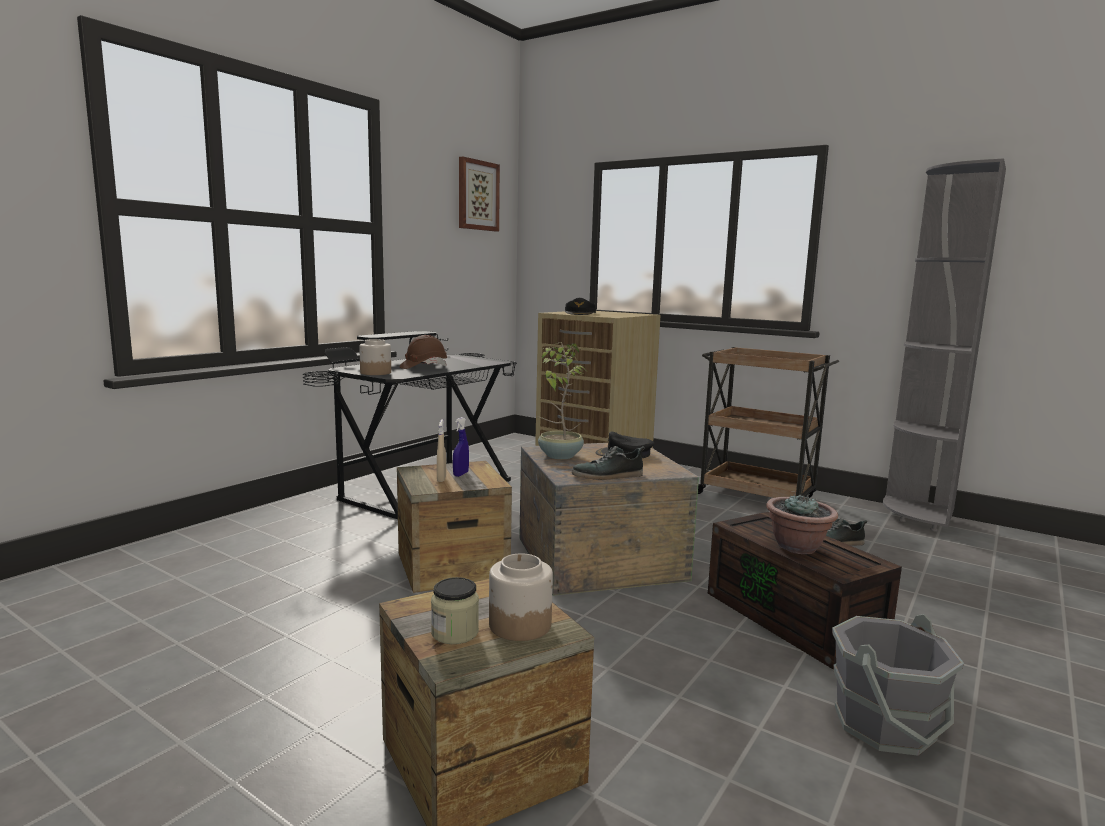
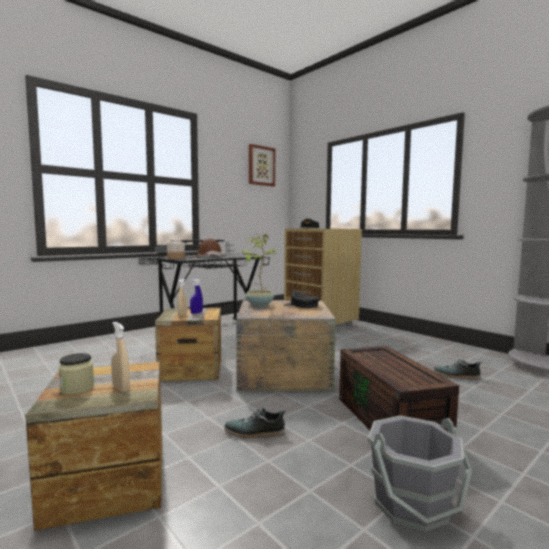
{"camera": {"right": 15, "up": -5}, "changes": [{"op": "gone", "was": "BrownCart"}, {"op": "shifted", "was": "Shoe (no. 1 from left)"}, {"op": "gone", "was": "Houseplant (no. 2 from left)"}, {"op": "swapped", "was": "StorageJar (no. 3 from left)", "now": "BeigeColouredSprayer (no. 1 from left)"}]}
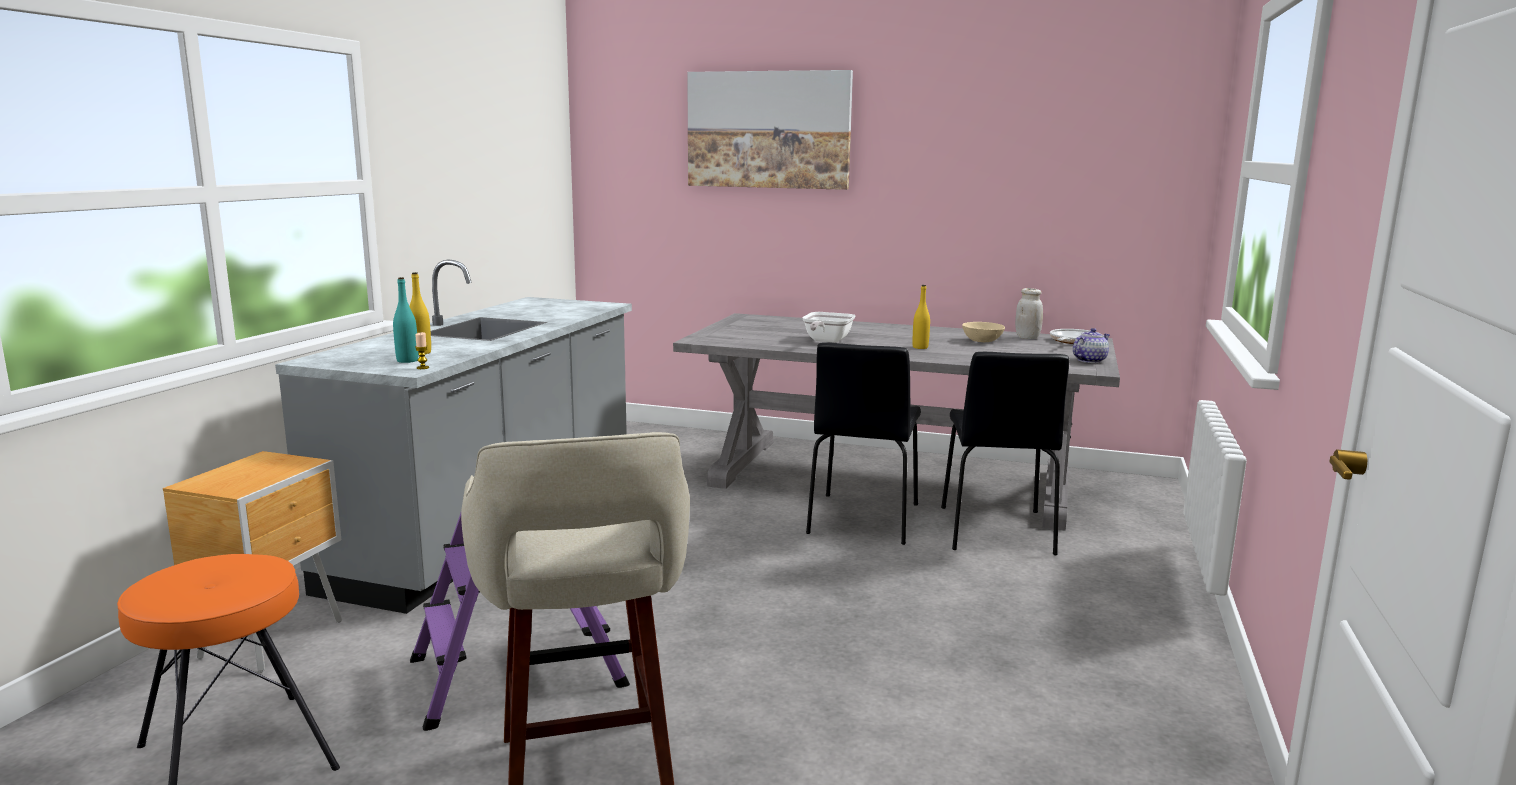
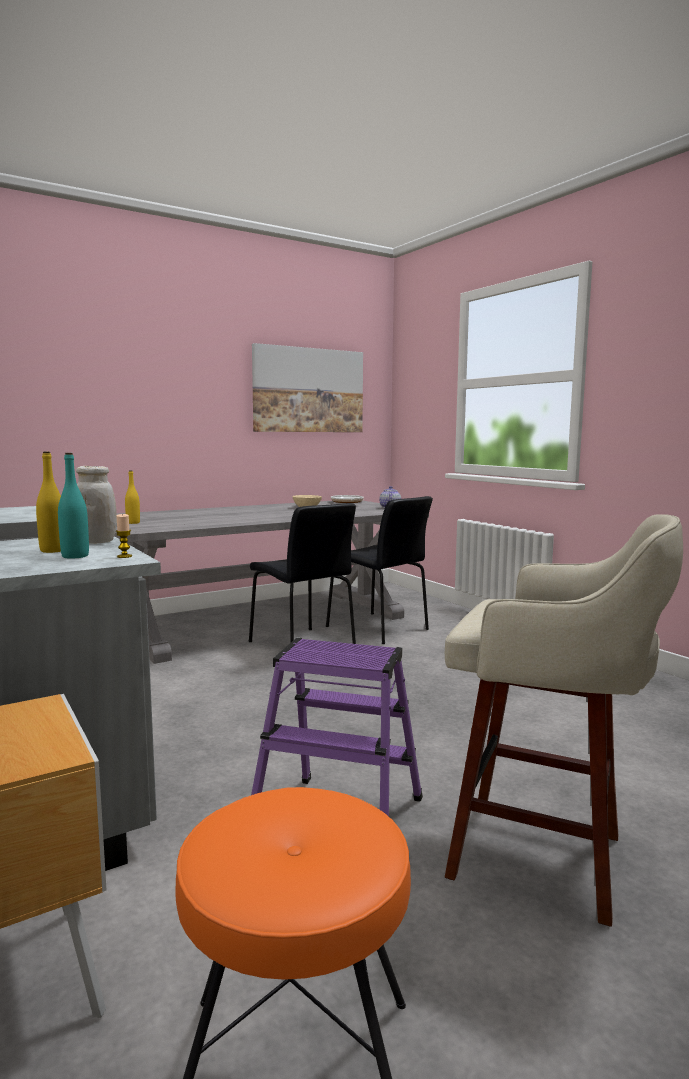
{"camera": {"right": -50, "up": -5}, "changes": [{"op": "shifted", "was": "Picture"}, {"op": "shifted", "was": "YellowBottle (no. 2 from left)"}, {"op": "shifted", "was": "WhitishStorageJar"}, {"op": "gone", "was": "FryingPan (no. 1 from left)"}]}
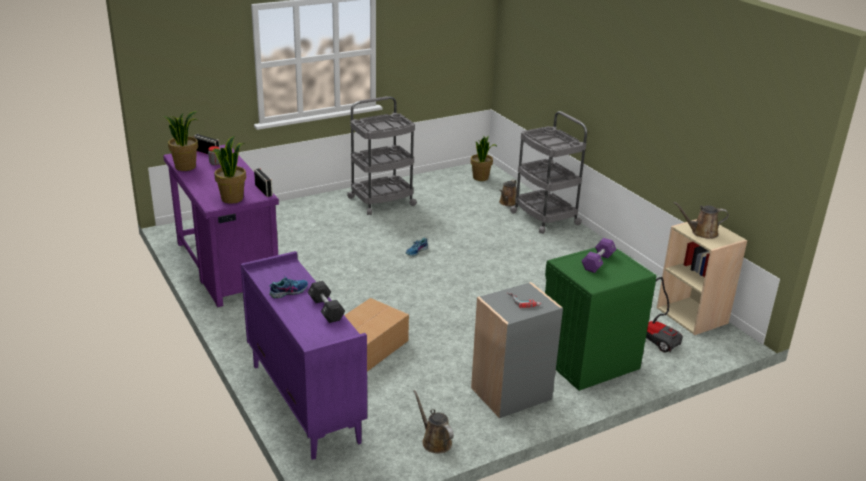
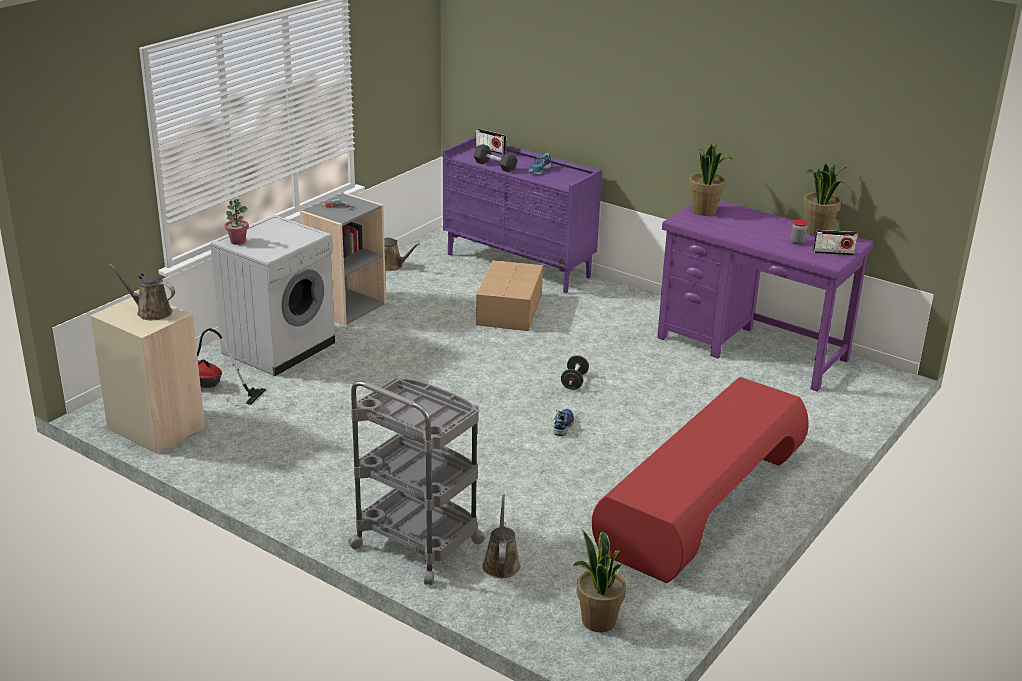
{"camera": {"right": 155, "up": 0}, "changes": [{"op": "swapped", "was": "GreyishCart (no. 1 from left)", "now": "ReddishBench"}, {"op": "shifted", "was": "Radio (no. 2 from left in the first image)", "now": "Radio (no. 1 from left)"}, {"op": "rotated", "was": "BrownWateringCan (no. 3 from left in the first image)", "clockwise": -135}, {"op": "gone", "was": "PurpleColouredHandWeight"}, {"op": "repainted", "was": "GreenishLaundryMachine", "now": "WhitishLaundryMachine"}, {"op": "new", "now": "Houseplant (no. 1 from left)"}, {"op": "new", "now": "BlackColouredHandWeight (no. 2 from left)"}]}
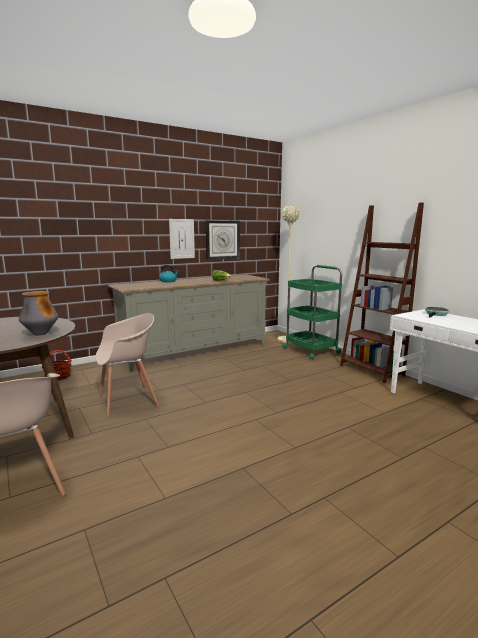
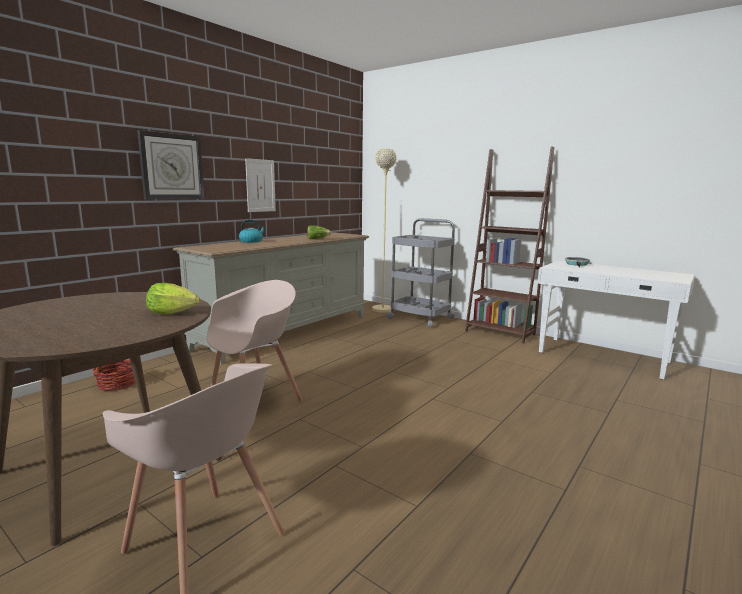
{"camera": {"right": -20, "up": 0}, "changes": [{"op": "shifted", "was": "HangingClock"}, {"op": "repainted", "was": "GreenishCart", "now": "GreyishCart"}, {"op": "swapped", "was": "DecorativeVase", "now": "LettuceHead (no. 1 from left)"}]}
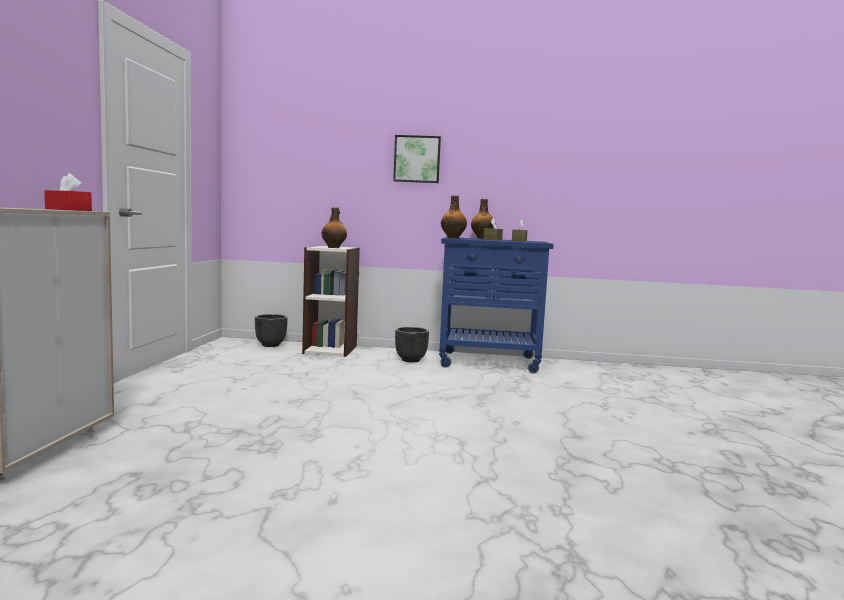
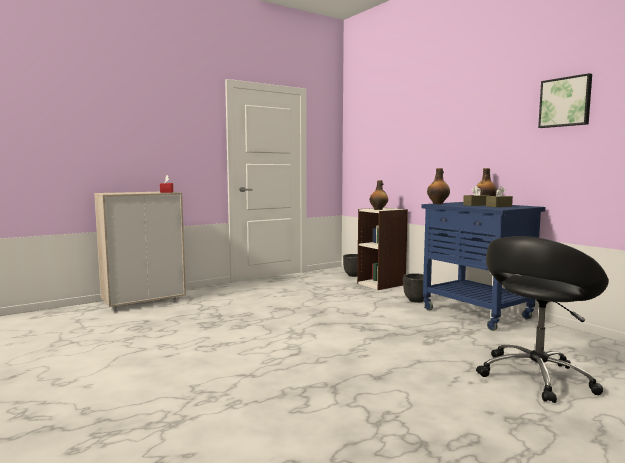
{"camera": {"right": 50, "up": 0}, "changes": [{"op": "shifted", "was": "Picture"}, {"op": "new", "now": "BlackColouredDeskChair"}]}
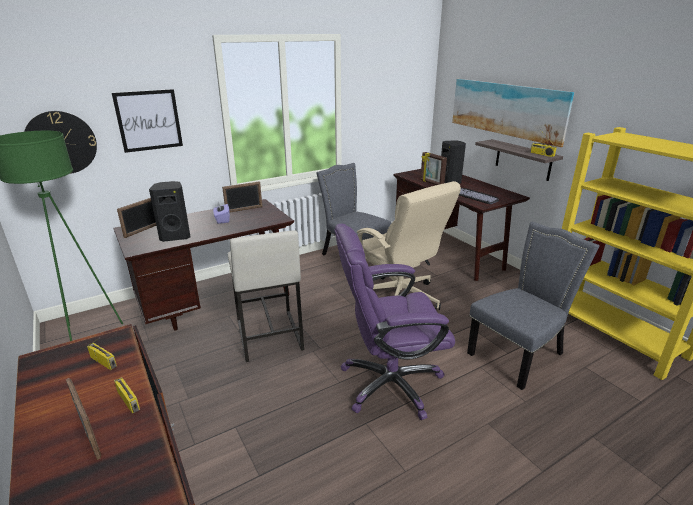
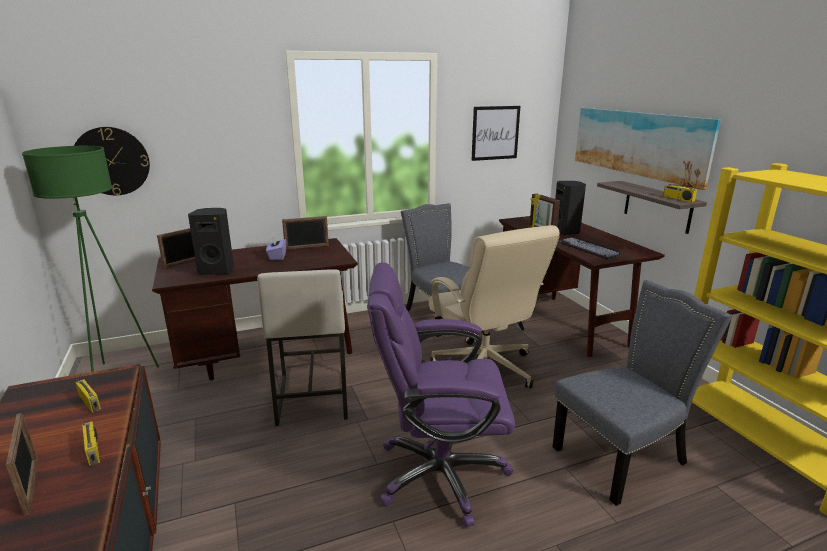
{"camera": {"right": 10, "up": -5}, "changes": [{"op": "shifted", "was": "Picture (no. 1 from left)"}]}
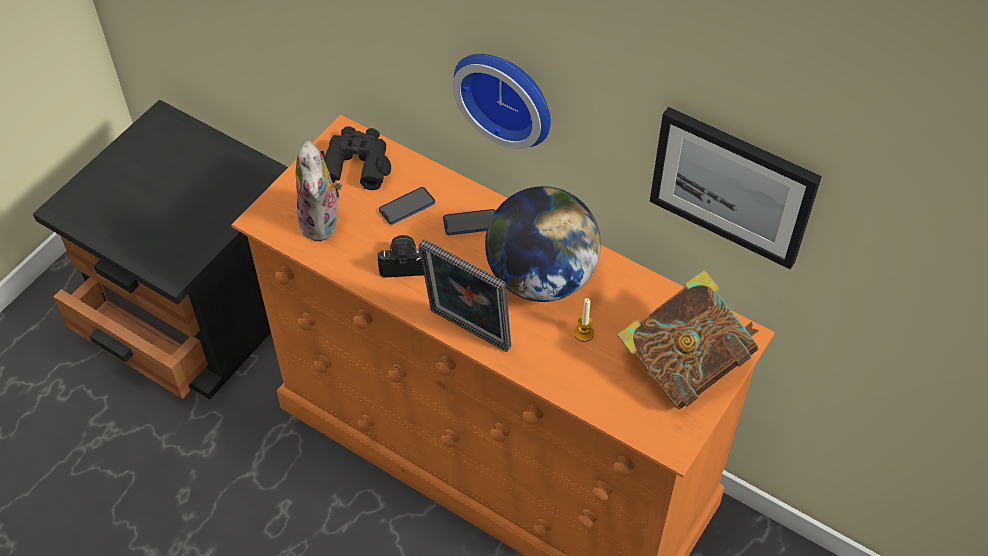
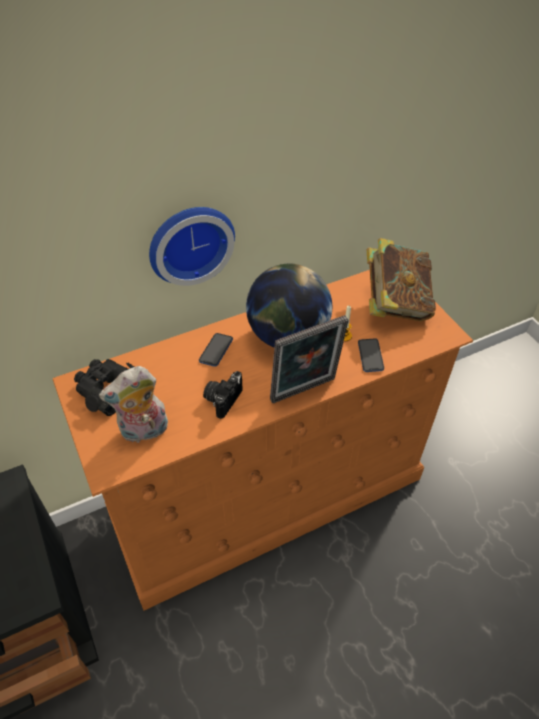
{"camera": {"right": -60, "up": -5}, "changes": [{"op": "gone", "was": "Picture"}, {"op": "rotated", "was": "SoftToy", "clockwise": 135}, {"op": "shifted", "was": "Phone (no. 1 from left in the first image)", "now": "Phone (no. 2 from left)"}]}
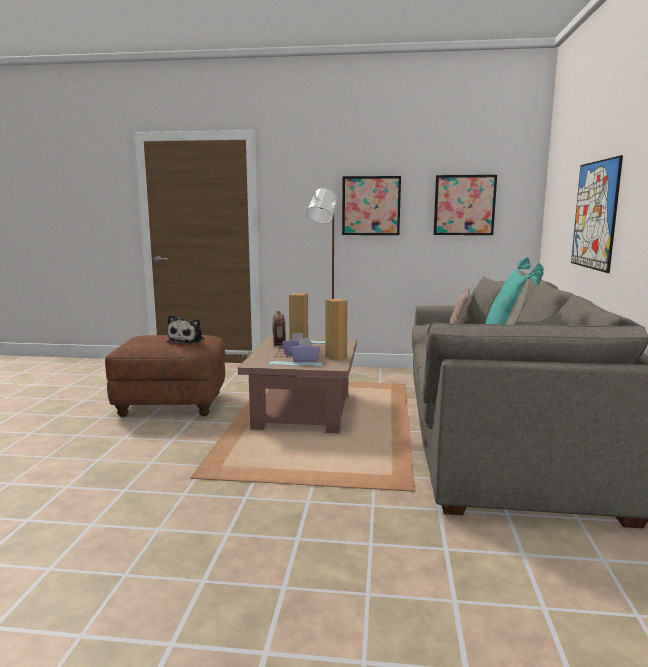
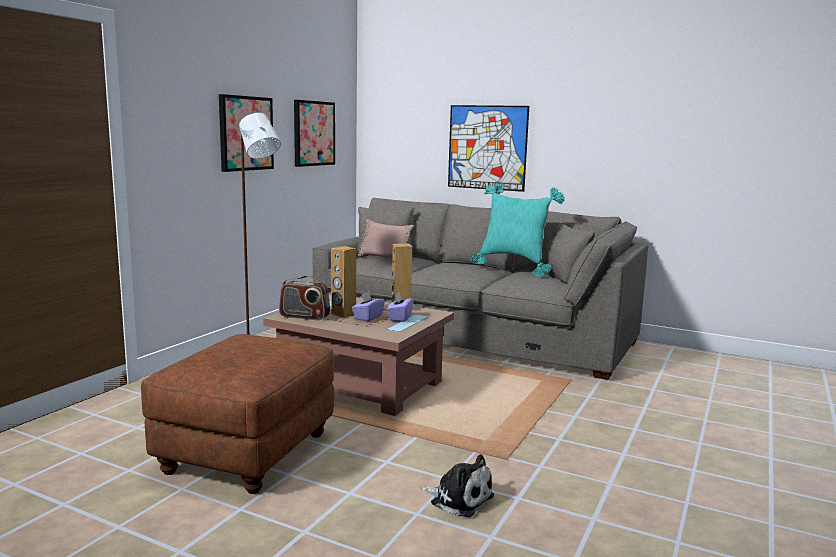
{"camera": {"right": -70, "up": 0}, "changes": [{"op": "shifted", "was": "SoftToy"}]}
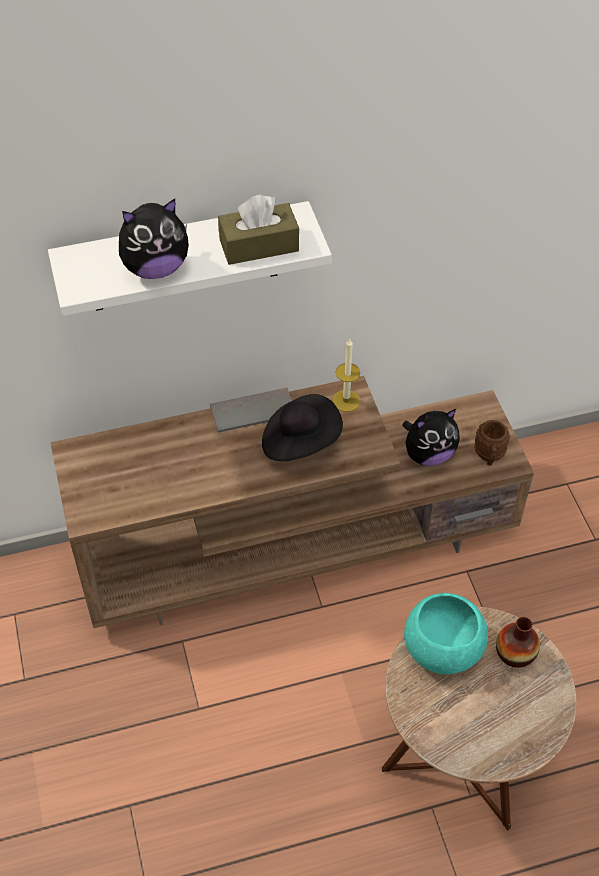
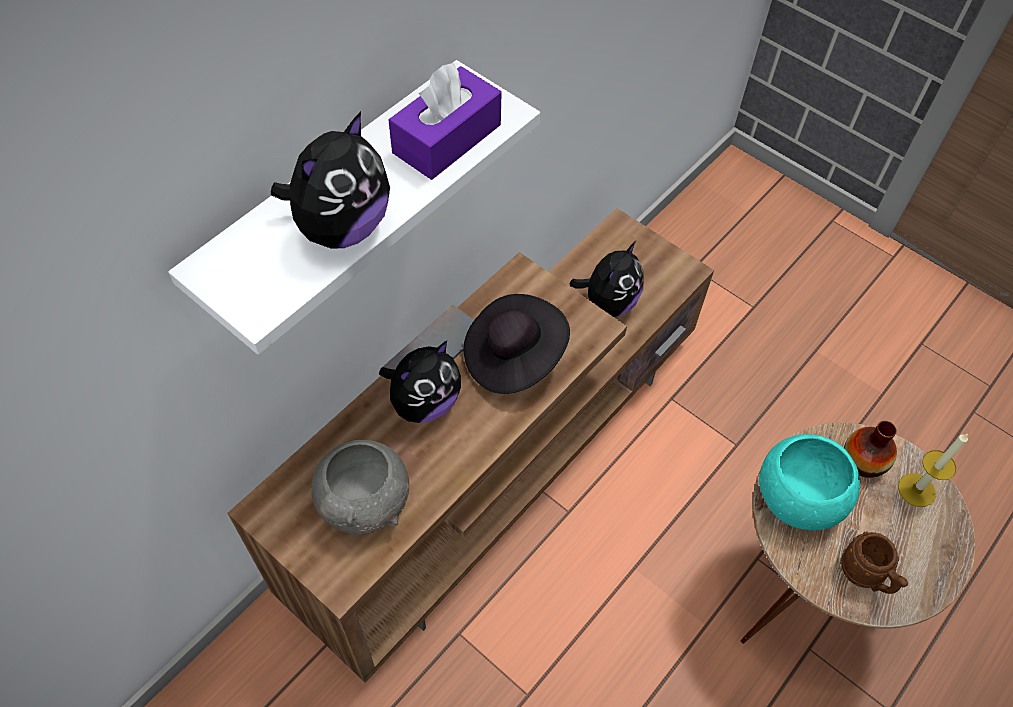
{"camera": {"right": -35, "up": 5}, "changes": [{"op": "repainted", "was": "BrownTissueHolder", "now": "PurpleColouredTissueHolder"}, {"op": "shifted", "was": "WaxLight"}, {"op": "shifted", "was": "BrownTeaMug"}, {"op": "new", "now": "SoftToy (no. 2 from left)"}, {"op": "new", "now": "GreyishBowl"}]}
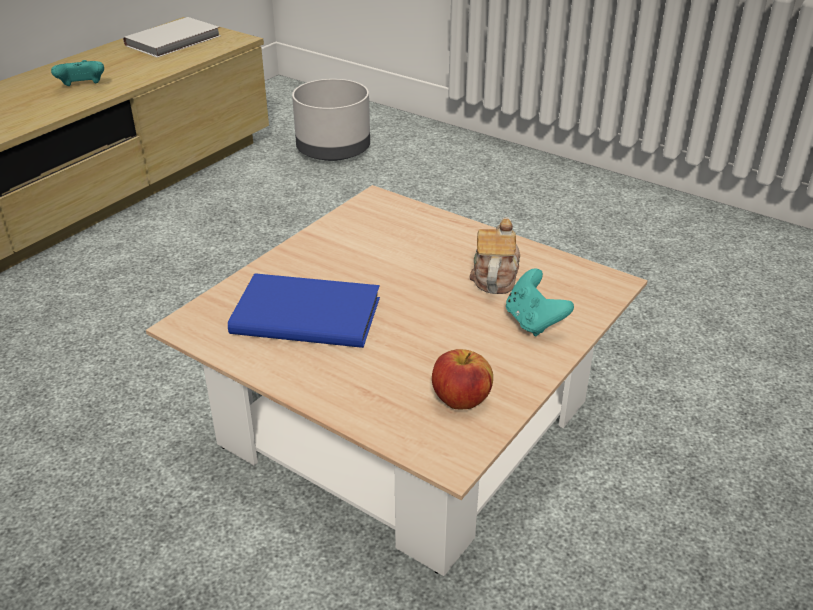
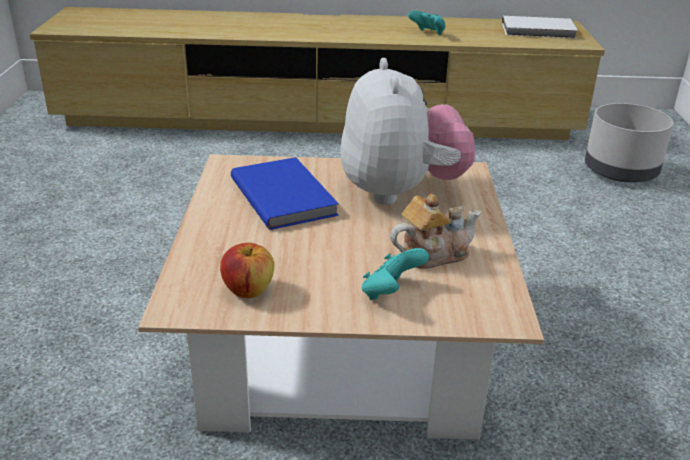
{"camera": {"right": 55, "up": -5}, "changes": [{"op": "new", "now": "SoftToy"}]}
